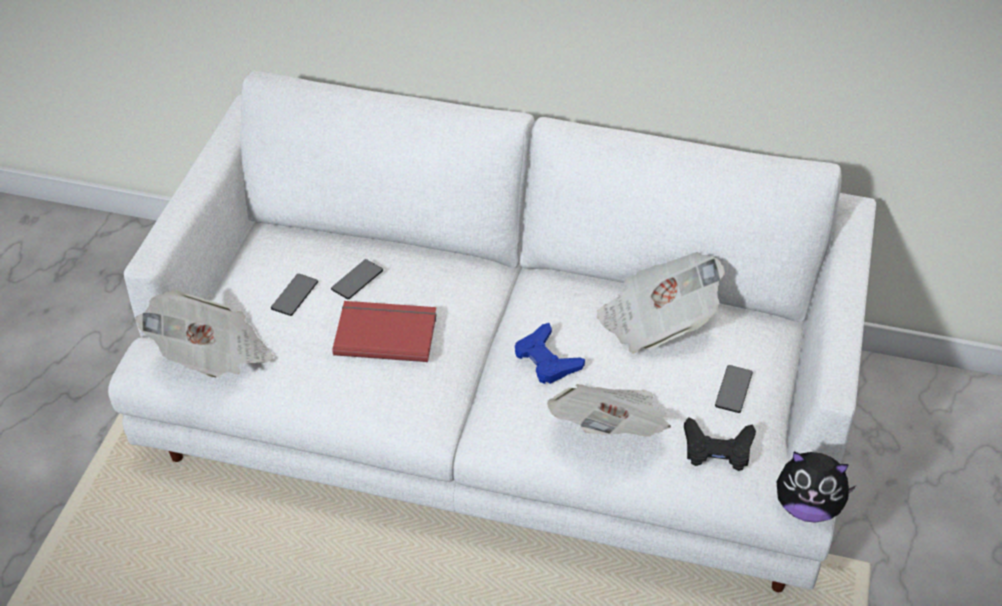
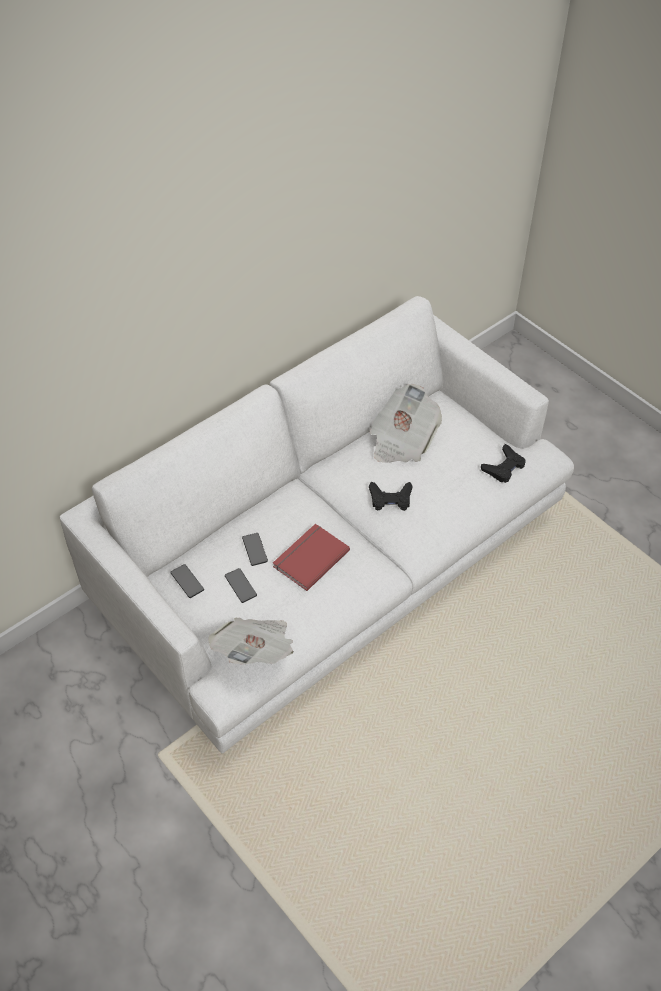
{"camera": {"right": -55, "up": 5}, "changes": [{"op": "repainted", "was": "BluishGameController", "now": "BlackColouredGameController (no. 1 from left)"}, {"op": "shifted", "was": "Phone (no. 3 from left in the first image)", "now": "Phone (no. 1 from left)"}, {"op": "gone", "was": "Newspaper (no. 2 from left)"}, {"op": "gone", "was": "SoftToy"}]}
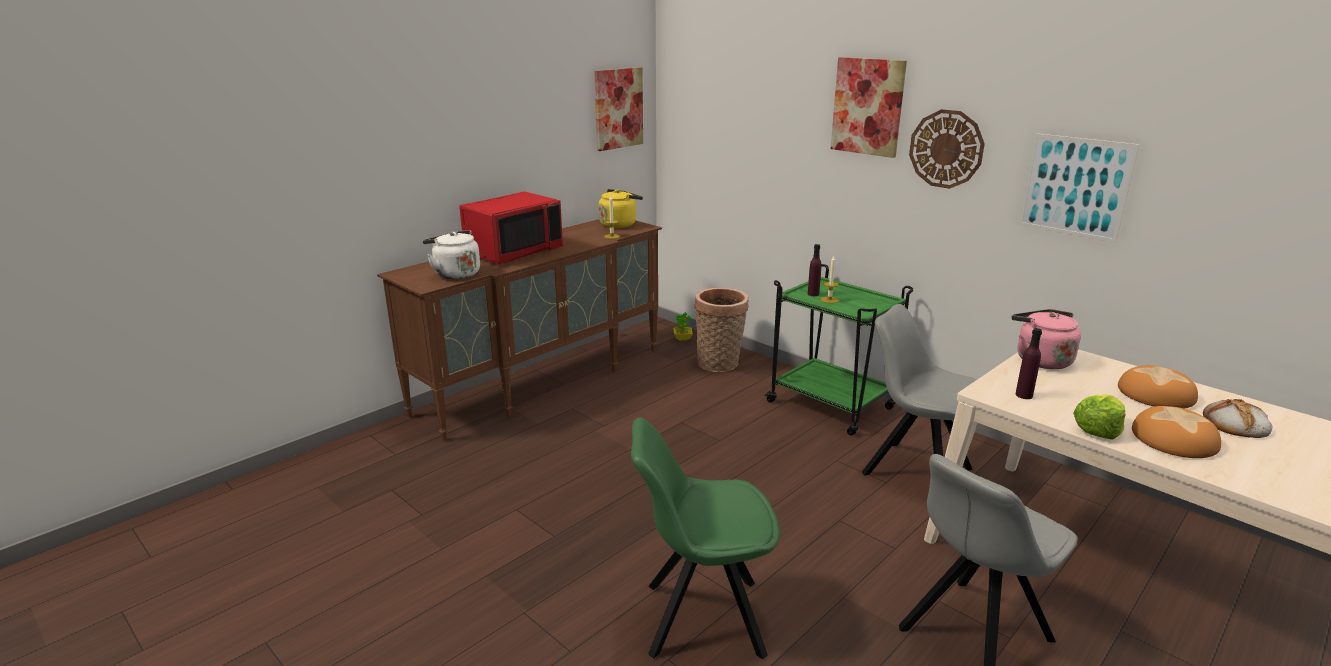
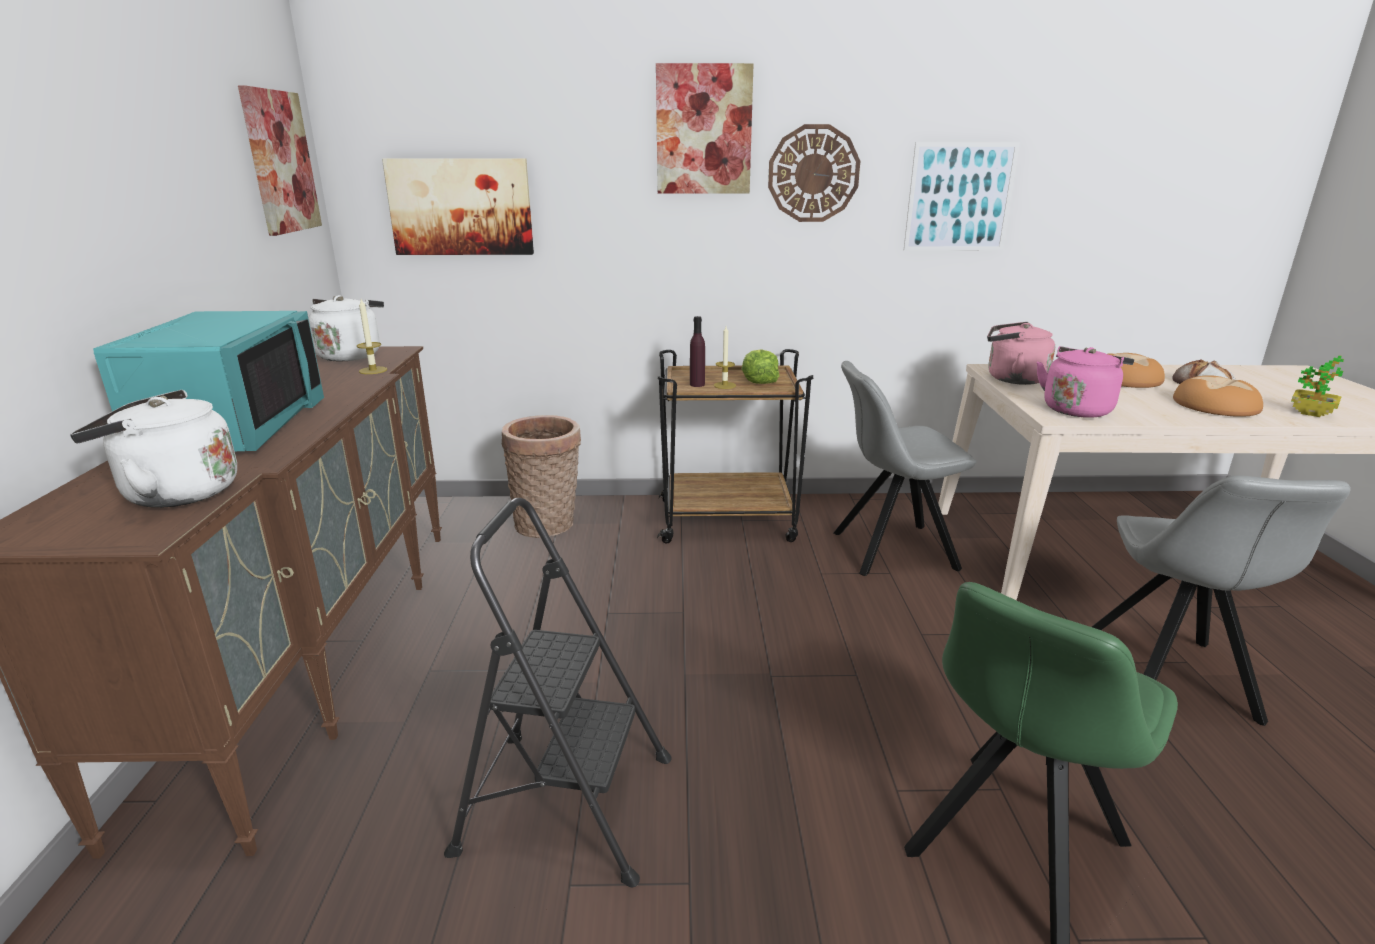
{"camera": {"right": -45, "up": 0}, "changes": [{"op": "repainted", "was": "YellowWaterKettle", "now": "WhitishWaterKettle (no. 2 from left)"}, {"op": "repainted", "was": "ReddishMicrowaveOven", "now": "TurquoiseMicrowaveOven"}, {"op": "repainted", "was": "GreenishCart", "now": "BrownCart"}, {"op": "shifted", "was": "Houseplant"}, {"op": "swapped", "was": "PurpleColouredBottle (no. 2 from left)", "now": "PinkColouredWaterKettle (no. 2 from left)"}, {"op": "shifted", "was": "LettuceHead"}, {"op": "new", "now": "Picture (no. 2 from left)"}, {"op": "new", "now": "BlackColouredStepladder"}]}
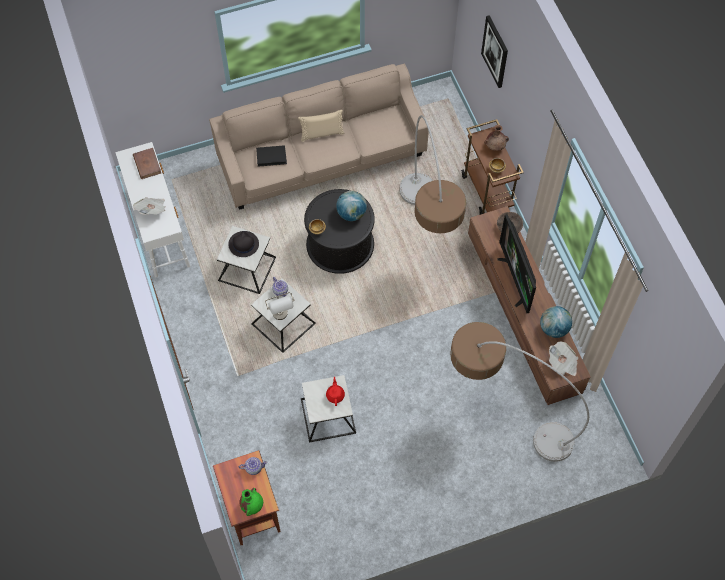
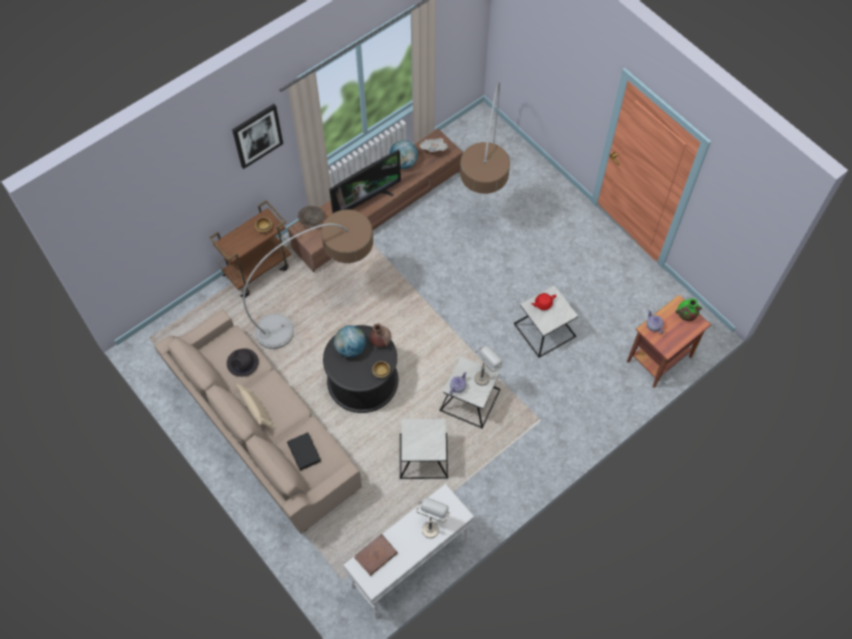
{"camera": {"right": -110, "up": 0}, "changes": [{"op": "shifted", "was": "Picture"}, {"op": "shifted", "was": "BrownDecorativeVase"}, {"op": "swapped", "was": "Newspaper (no. 1 from left)", "now": "GreyishTabletopLamp (no. 1 from left)"}, {"op": "shifted", "was": "BlackColouredHat"}]}
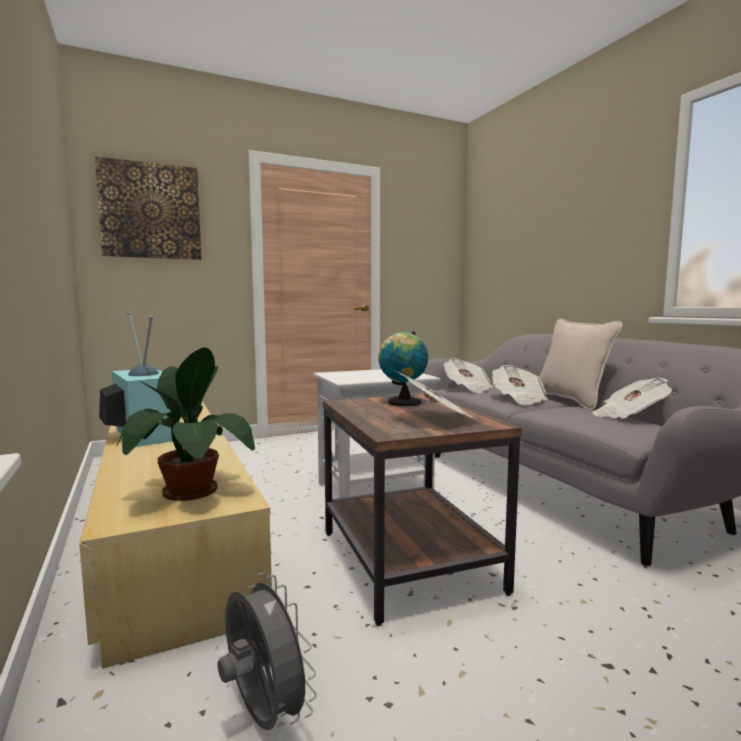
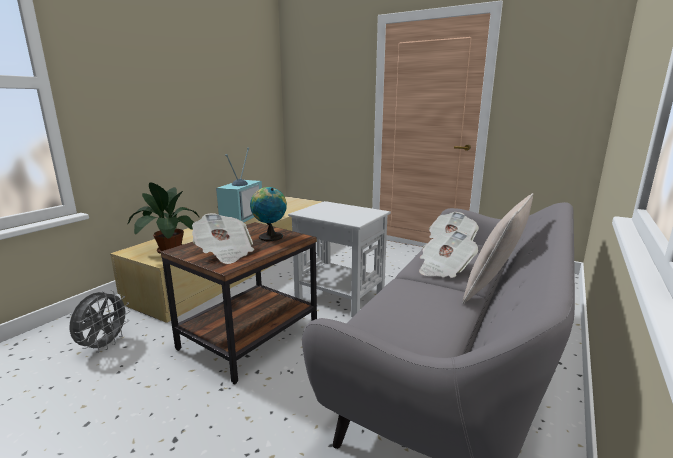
{"camera": {"right": 55, "up": 10}, "changes": [{"op": "gone", "was": "Picture"}, {"op": "gone", "was": "Newspaper (no. 4 from left)"}]}
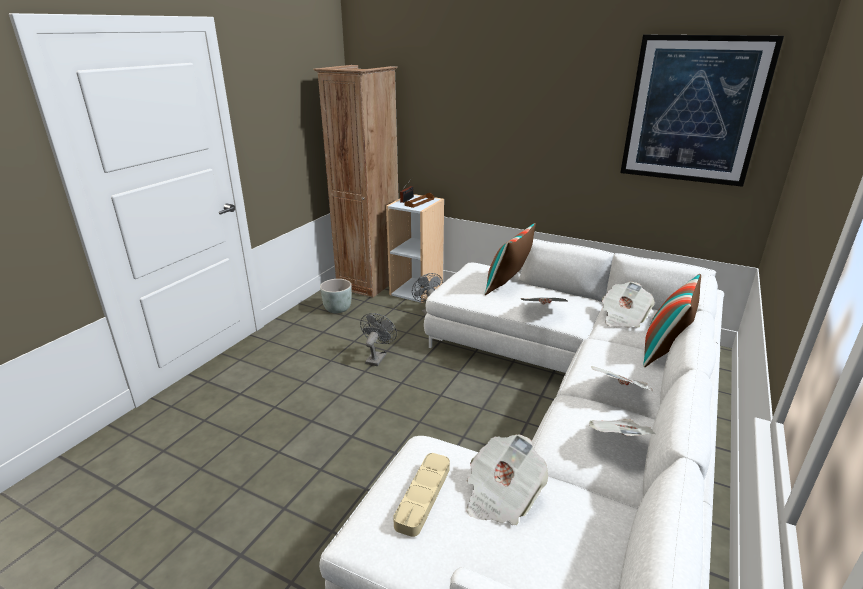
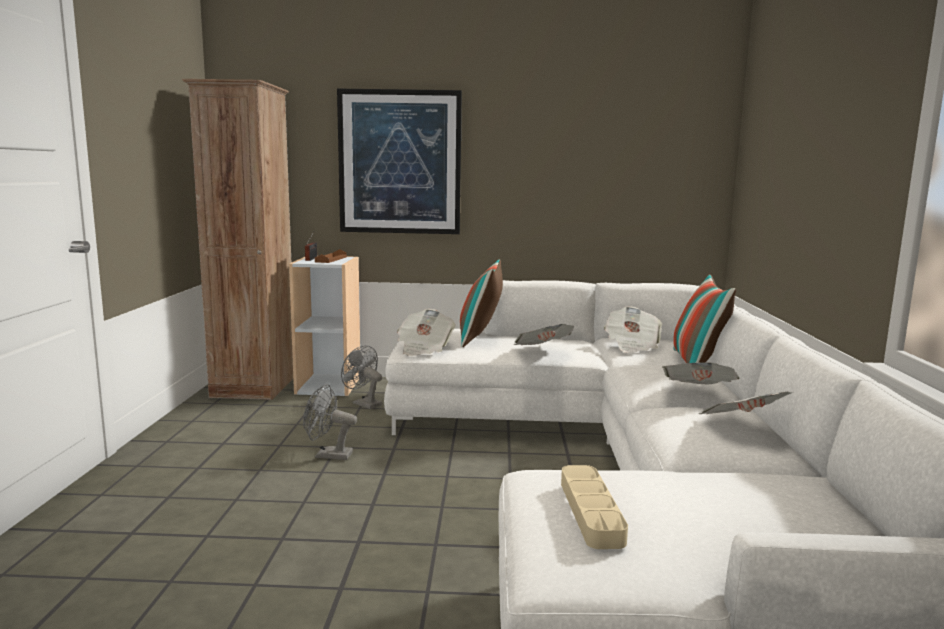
{"camera": {"right": -25, "up": -15}, "changes": [{"op": "shifted", "was": "Picture"}, {"op": "gone", "was": "GreyishFlowerPot"}, {"op": "rotated", "was": "GreyishFan (no. 1 from left)", "clockwise": -75}, {"op": "shifted", "was": "Newspaper (no. 1 from left)"}]}
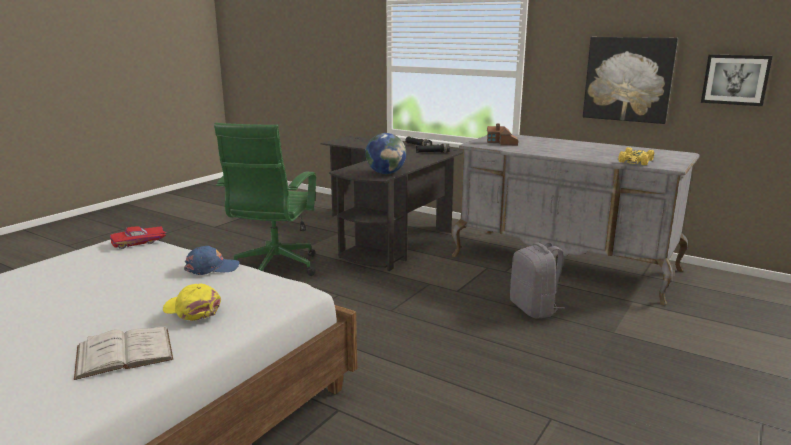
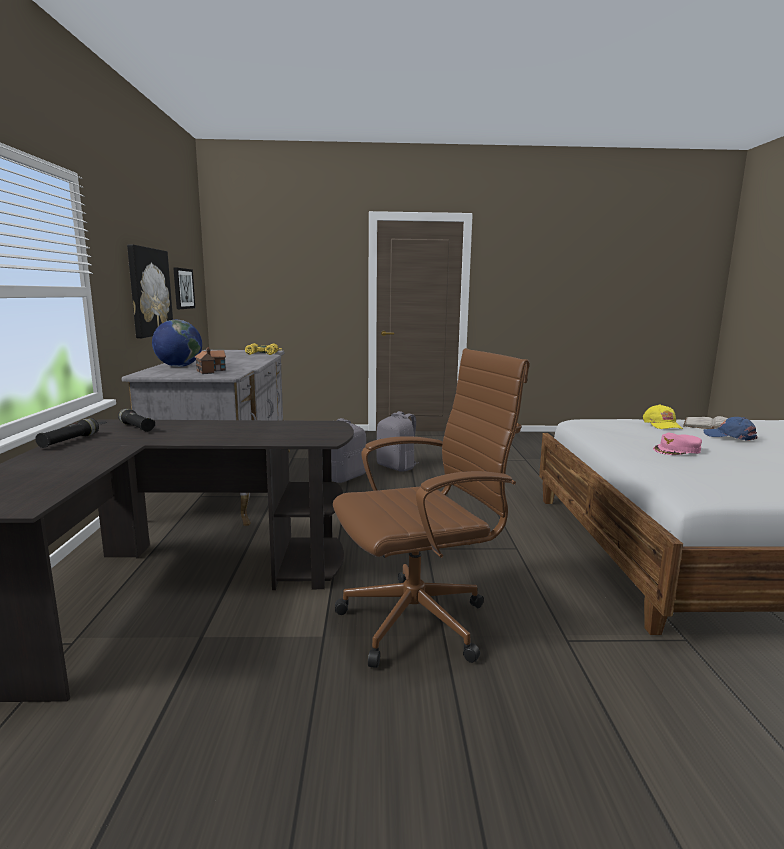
{"camera": {"right": -125, "up": -5}, "changes": [{"op": "repainted", "was": "GreenishDeskChair", "now": "BrownDeskChair"}, {"op": "shifted", "was": "DeskGlobe"}, {"op": "gone", "was": "ReddishToyCar"}, {"op": "shifted", "was": "BluishCap"}, {"op": "new", "now": "GreyishBackpack (no. 2 from left)"}, {"op": "new", "now": "PinkColouredCap"}]}
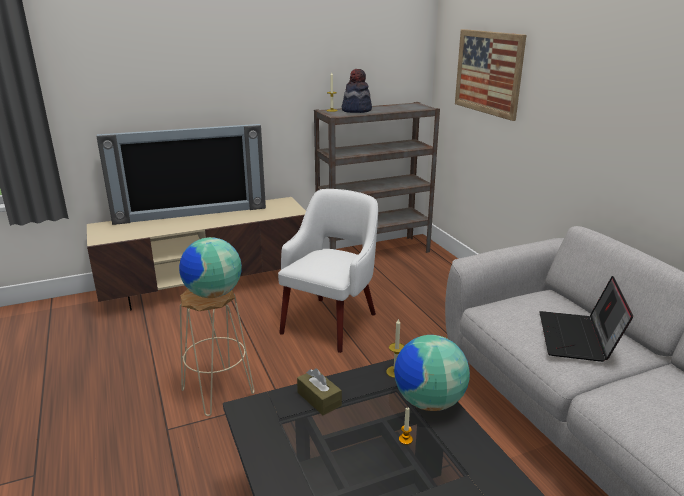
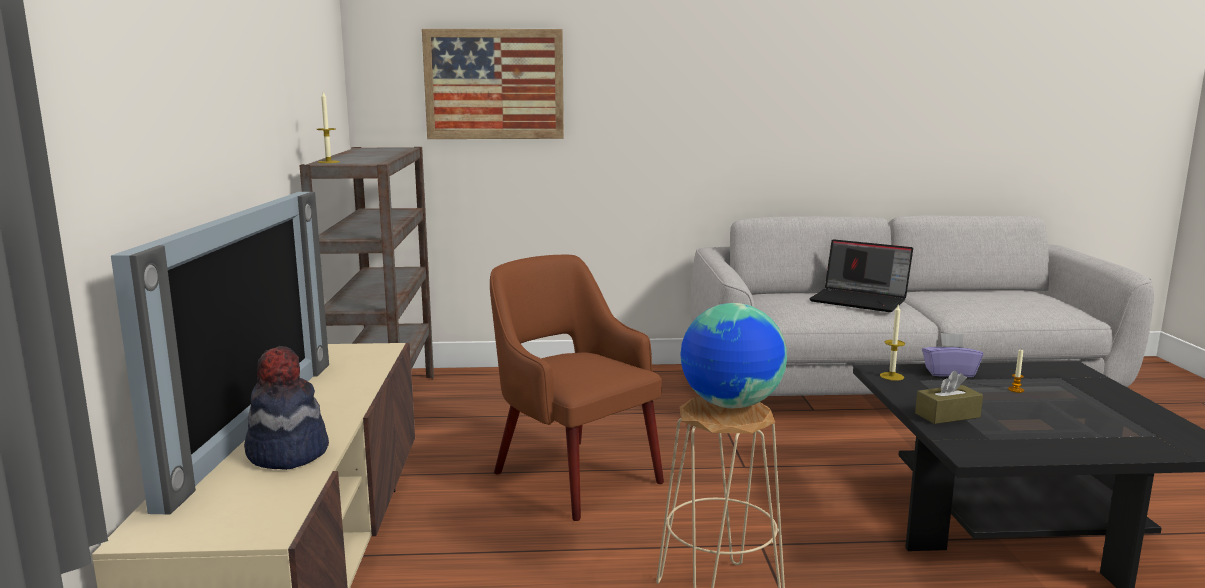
{"camera": {"right": -70, "up": -10}, "changes": [{"op": "shifted", "was": "Hat"}, {"op": "repainted", "was": "WhitishLoungeChair", "now": "BrownLoungeChair"}, {"op": "swapped", "was": "DeskGlobe (no. 2 from left)", "now": "PurpleColouredTissueHolder"}]}
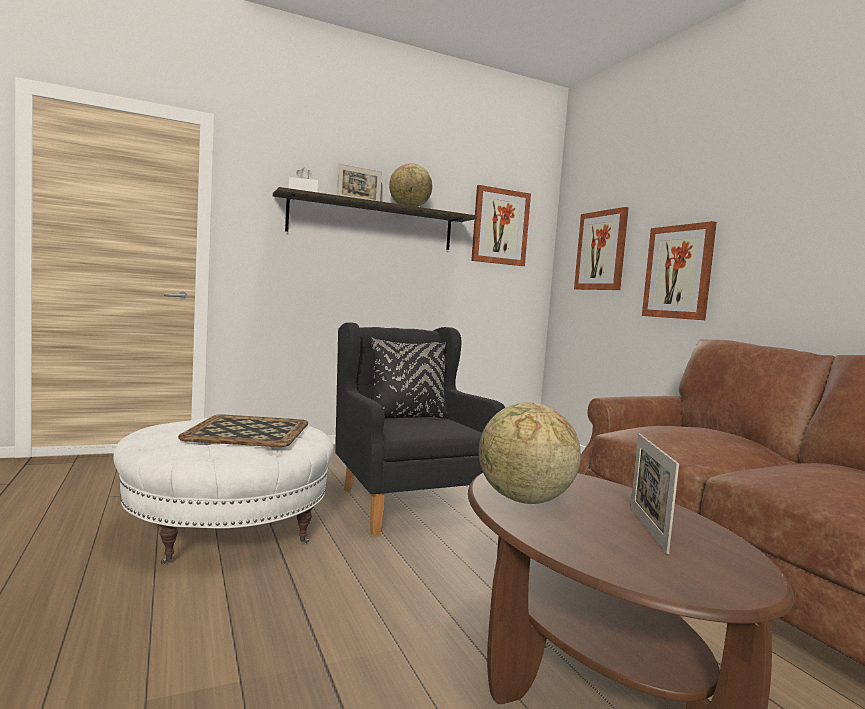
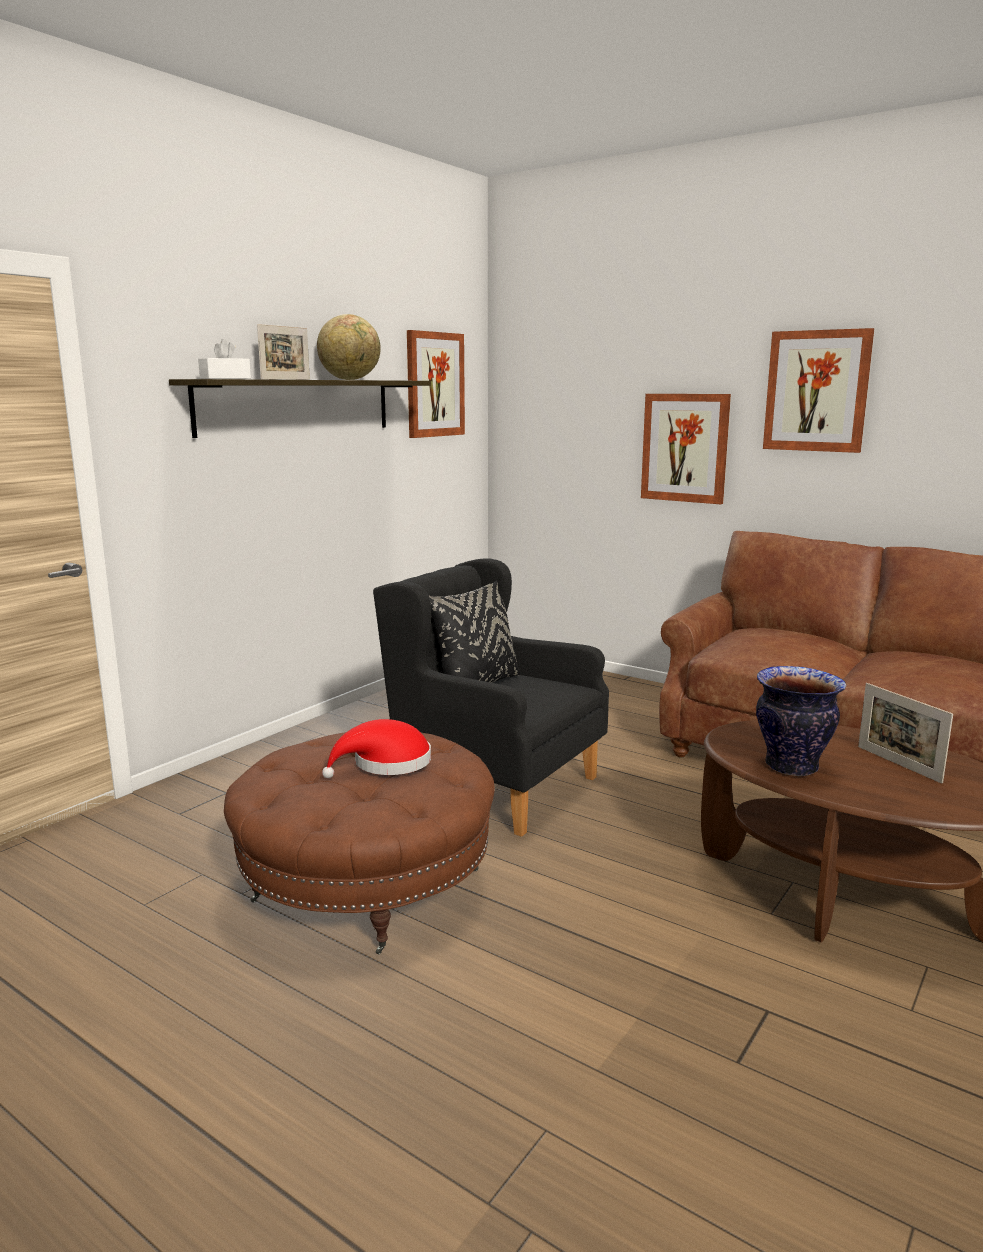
{"camera": {"right": -30, "up": 10}, "changes": [{"op": "shifted", "was": "Picture (no. 2 from left in the first image)", "now": "Picture (no. 3 from left)"}, {"op": "swapped", "was": "DeskGlobe (no. 2 from left)", "now": "DecorativeVase"}, {"op": "swapped", "was": "Tray", "now": "ReddishHat"}, {"op": "repainted", "was": "WhitishFootrest", "now": "BrownFootrest"}]}
